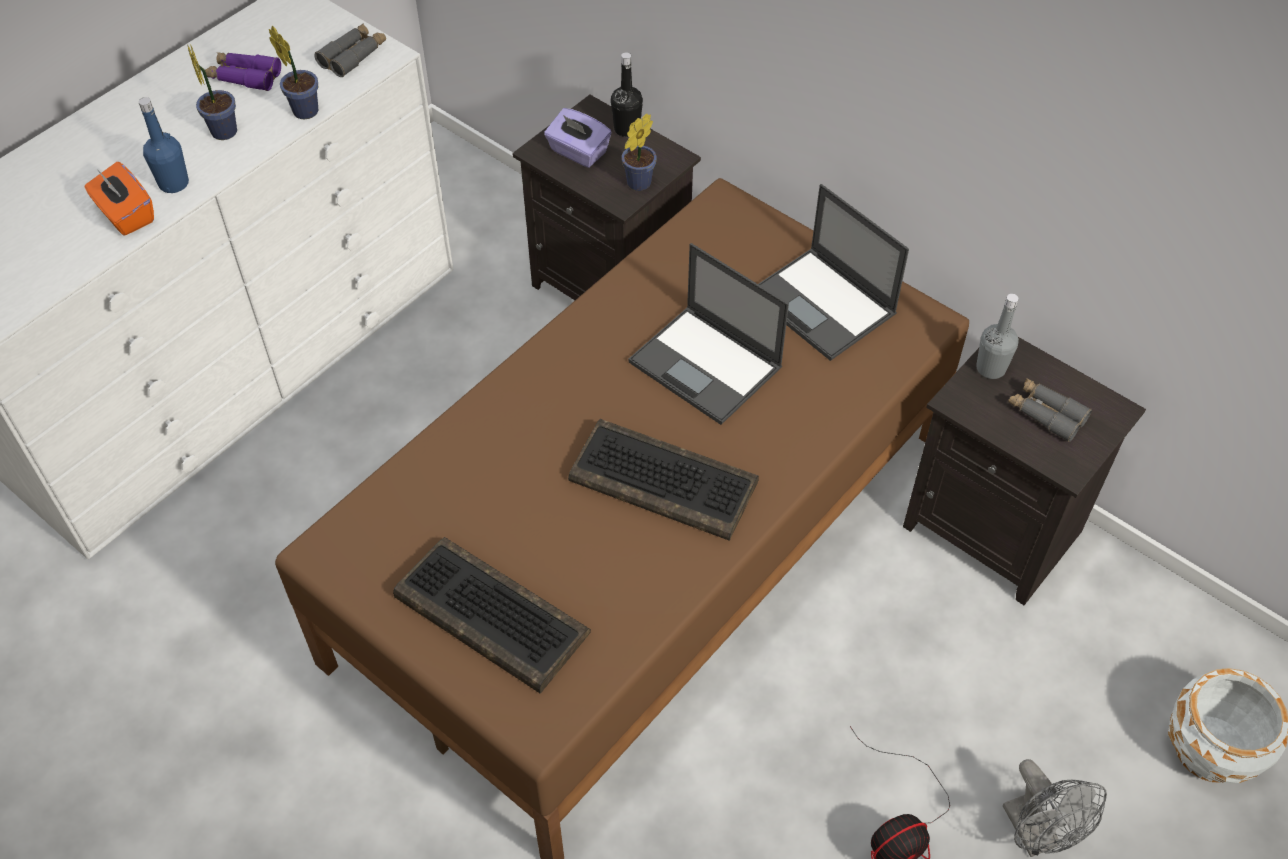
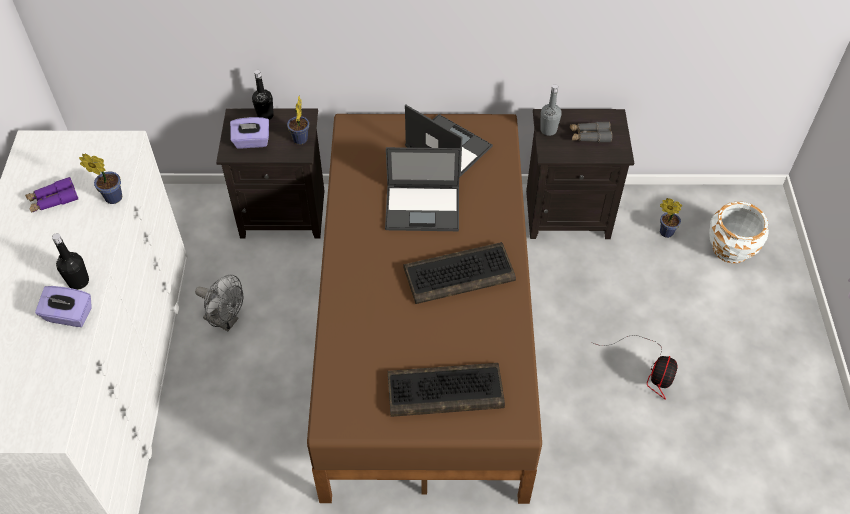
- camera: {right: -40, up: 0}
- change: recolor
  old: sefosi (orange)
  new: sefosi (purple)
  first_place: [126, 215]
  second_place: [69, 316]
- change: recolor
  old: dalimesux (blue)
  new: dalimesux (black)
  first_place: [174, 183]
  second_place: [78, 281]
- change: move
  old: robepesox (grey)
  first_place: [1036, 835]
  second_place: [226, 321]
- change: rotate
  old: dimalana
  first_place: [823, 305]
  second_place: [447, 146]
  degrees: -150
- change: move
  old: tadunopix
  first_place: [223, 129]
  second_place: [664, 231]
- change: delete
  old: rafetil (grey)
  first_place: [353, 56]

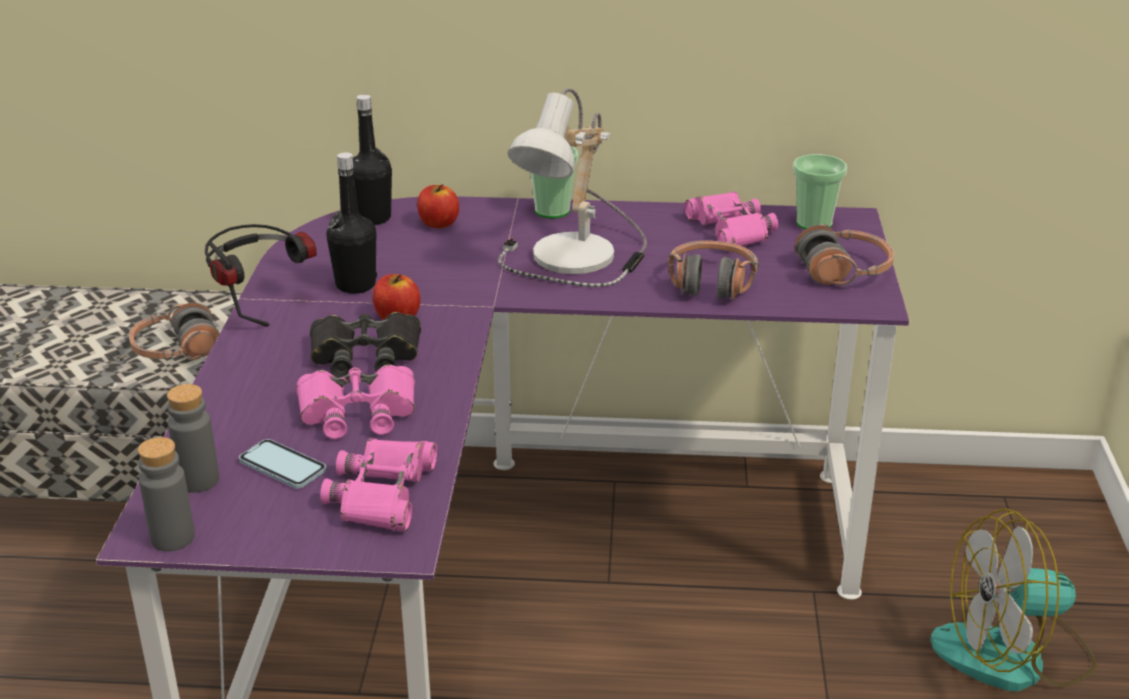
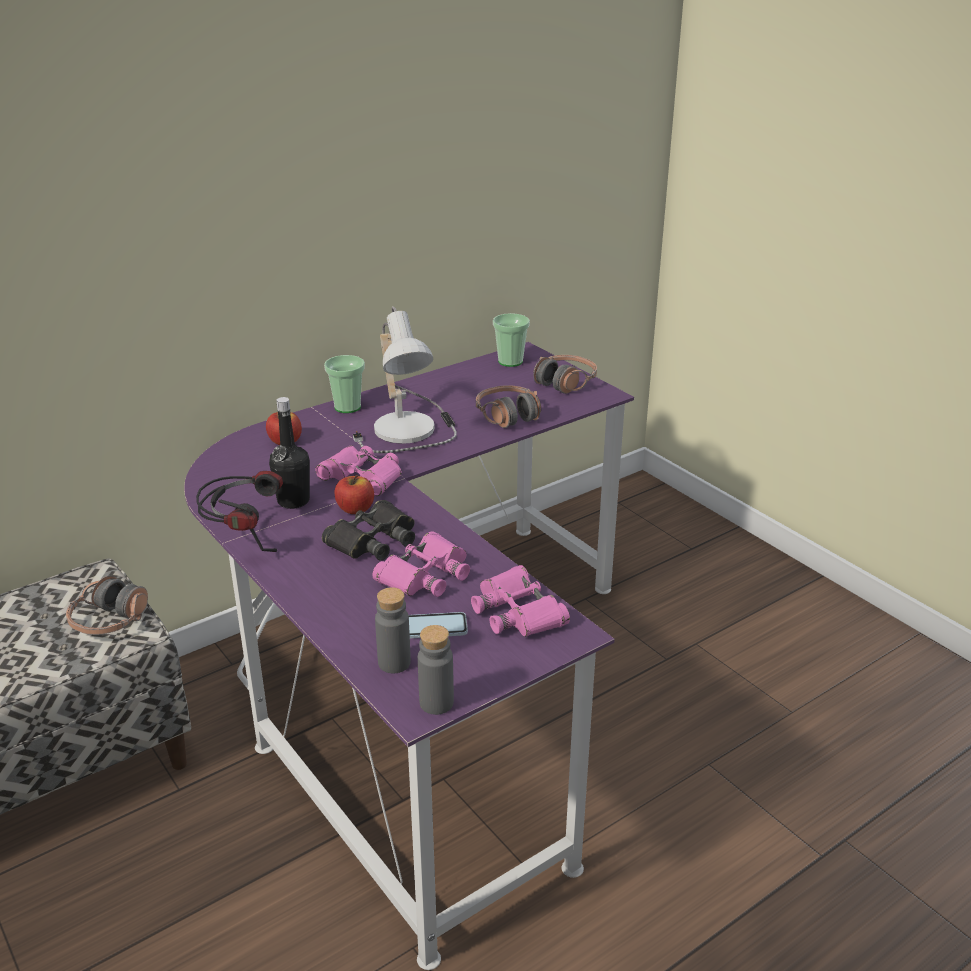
- camera: {right: -40, up: 0}
- change: move
  old: rafetil (pink)
  first_place: [730, 230]
  second_place: [362, 477]
- change: delete
  old: dalimesux (black)
  first_place: [373, 218]
- change: delete
  old: robepesox
  first_place: [1013, 655]

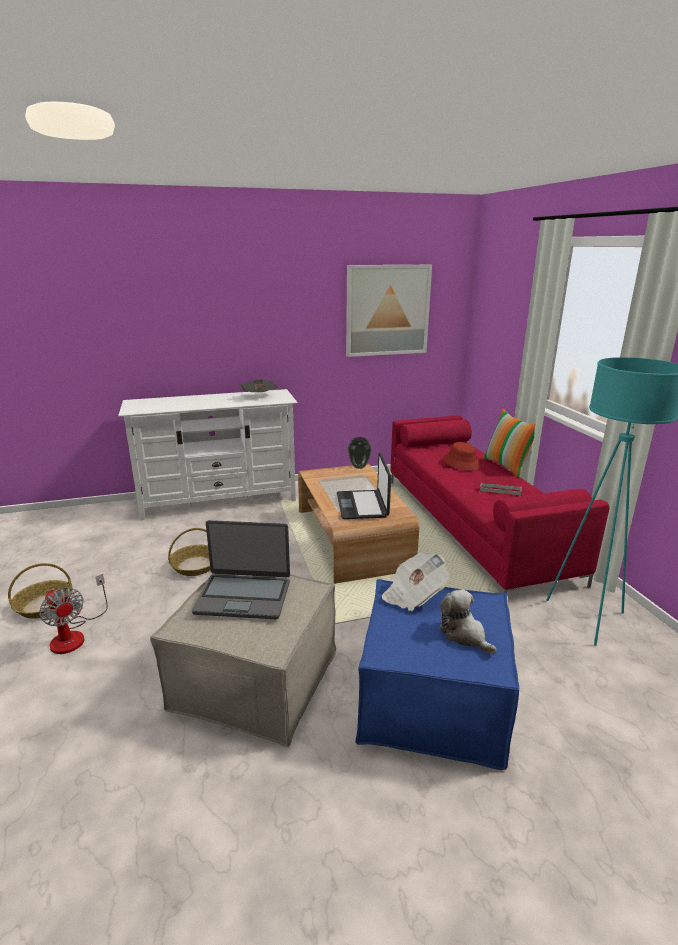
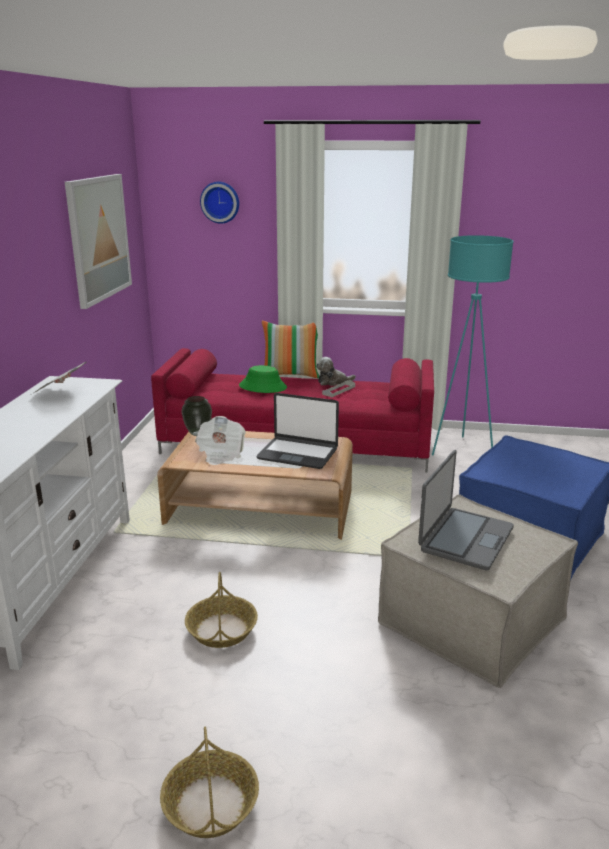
- camera: {right: -65, up: 0}
- change: move
  old: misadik
  first_place: [413, 595]
  second_place: [221, 453]
- change: insert
  new: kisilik
  second_place: [220, 202]
- change: recolor
  old: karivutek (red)
  new: karivutek (green)
  first_place: [462, 462]
  second_place: [263, 387]
- change: move
  old: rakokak
  first_place: [464, 635]
  second_place: [333, 382]
- change: delete
  old: robepesox
  first_place: [74, 635]

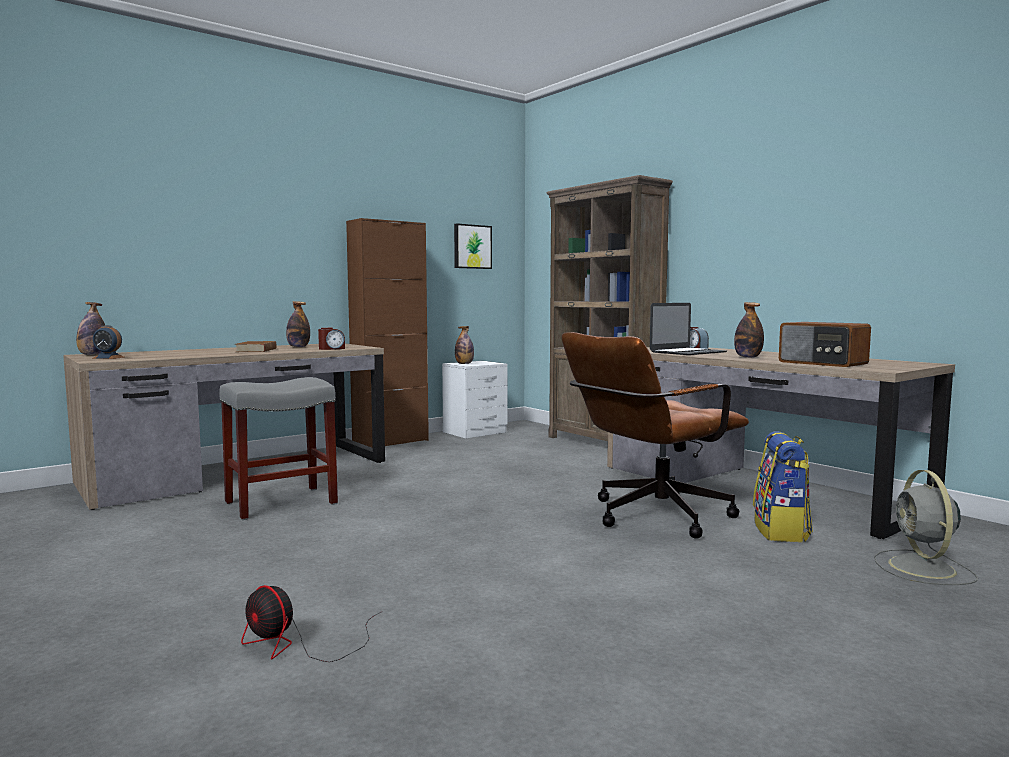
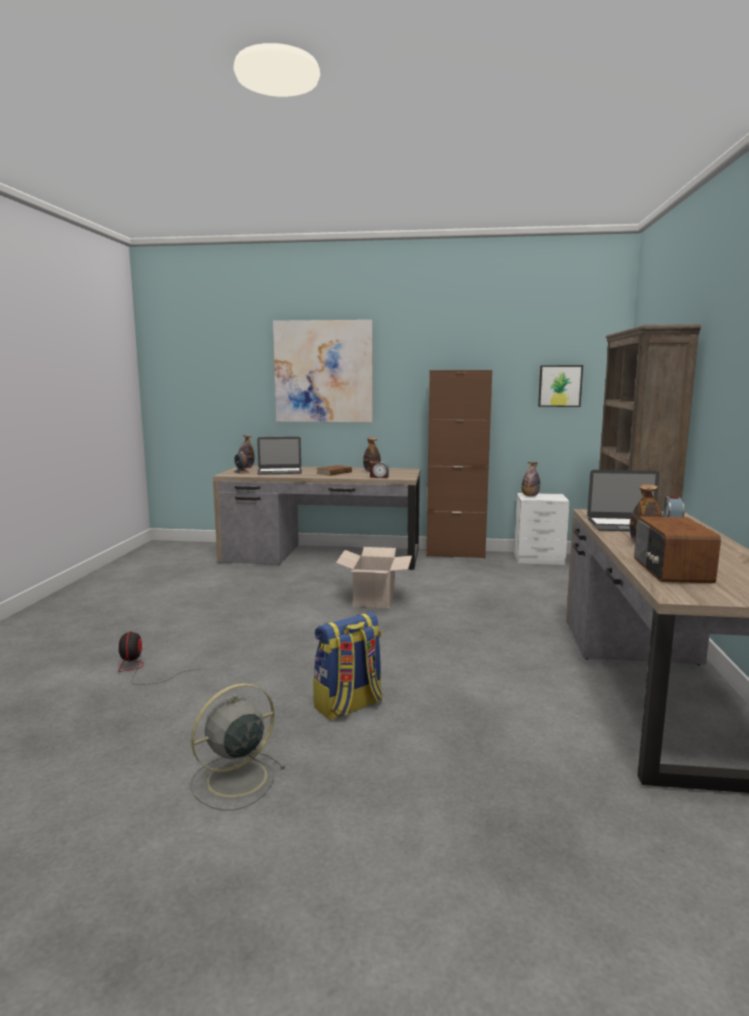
- camera: {right: 45, up: 5}
- change: move
  old: robepesox (grey)
  first_place: [923, 568]
  second_place: [234, 780]
- change: insert
  new: dimalana
  second_place: [279, 471]
- change: insert
  new: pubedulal
  second_place: [323, 372]
- change: move
  old: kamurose
  first_place: [781, 531]
  second_place: [348, 706]
- change: insert
  new: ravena
  second_place: [374, 599]
- change: delete
  old: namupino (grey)
  first_place: [280, 503]
- change: delete
  old: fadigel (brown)
  first_place: [650, 517]

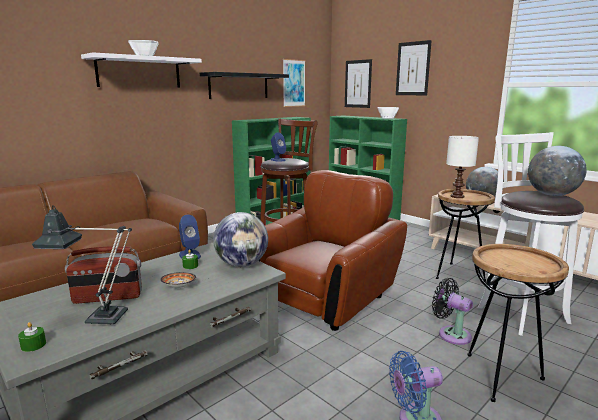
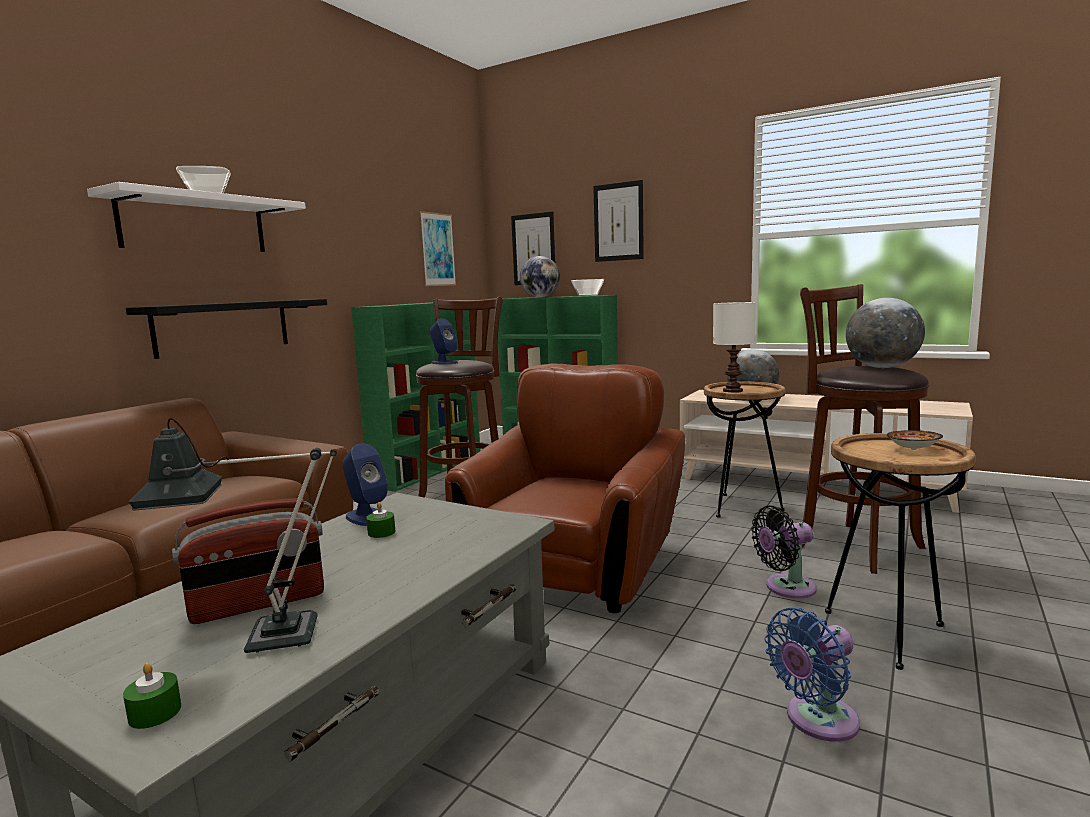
- camera: {right: -15, up: -5}
- change: move
  old: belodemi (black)
  first_place: [239, 86]
  second_place: [223, 327]
- change: move
  old: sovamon
  first_place: [242, 264]
  second_place: [540, 297]
- change: rotate
  old: robepesox (black)
  first_place: [451, 334]
  second_place: [785, 588]
  degrees: -45
- change: recolor
  old: namupino (white)
  new: namupino (brown)
  first_place: [519, 313]
  second_place: [853, 545]
- change: move
  old: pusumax
  first_place: [179, 287]
  second_place: [915, 449]

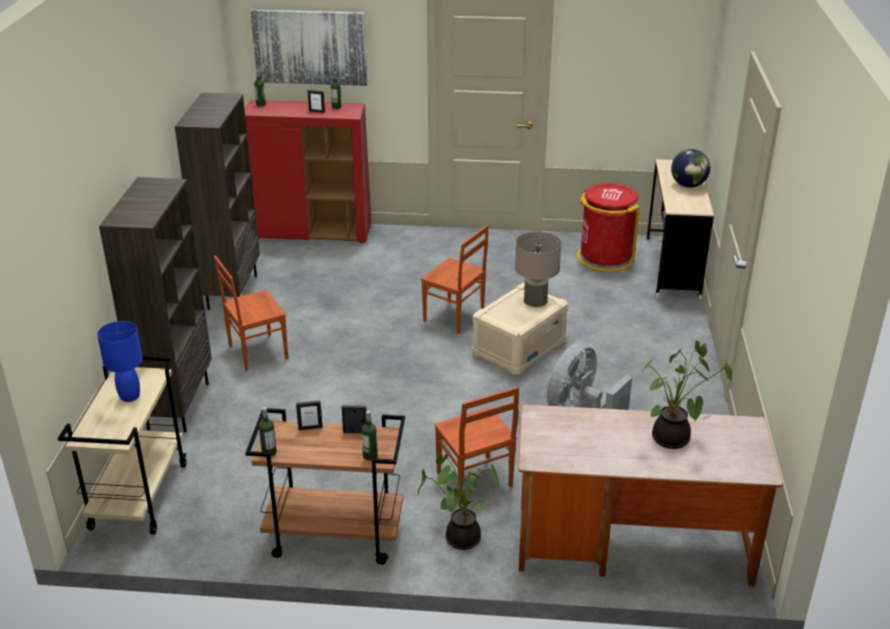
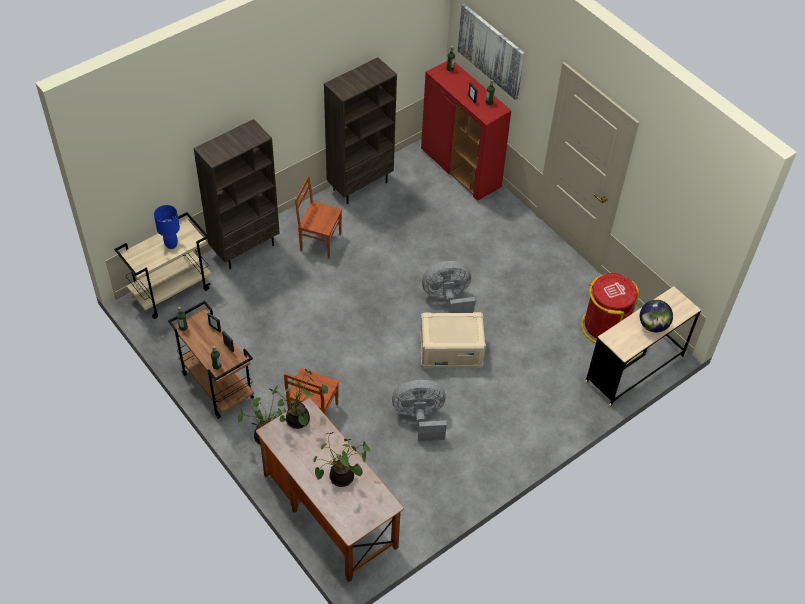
- camera: {right: 45, up: 20}
- change: insert
  new: tadunopix
  second_place: [299, 421]
- change: replace
  old: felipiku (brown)
  new: robepesox (grey)
  first_place: [454, 317]
  second_place: [448, 300]
- change: delete
  old: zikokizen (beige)
  first_place: [535, 300]

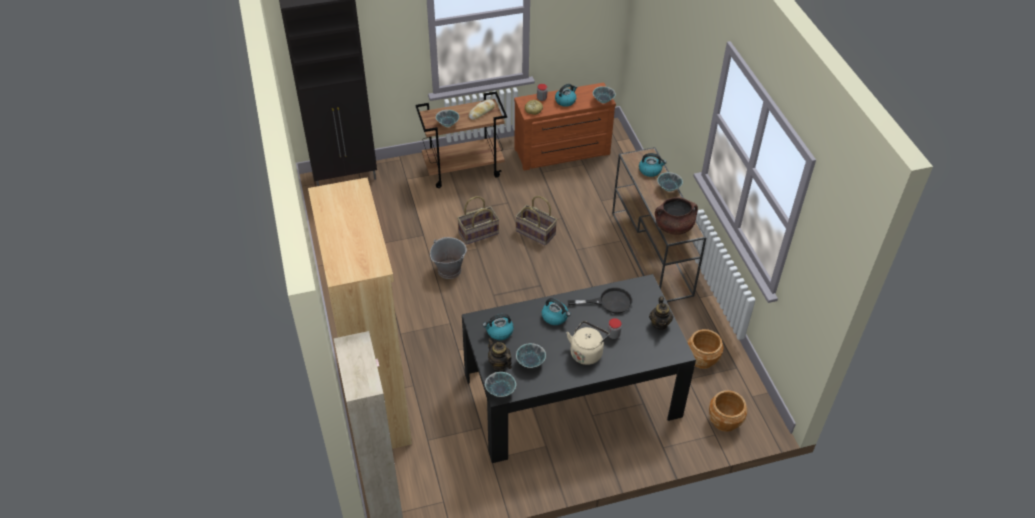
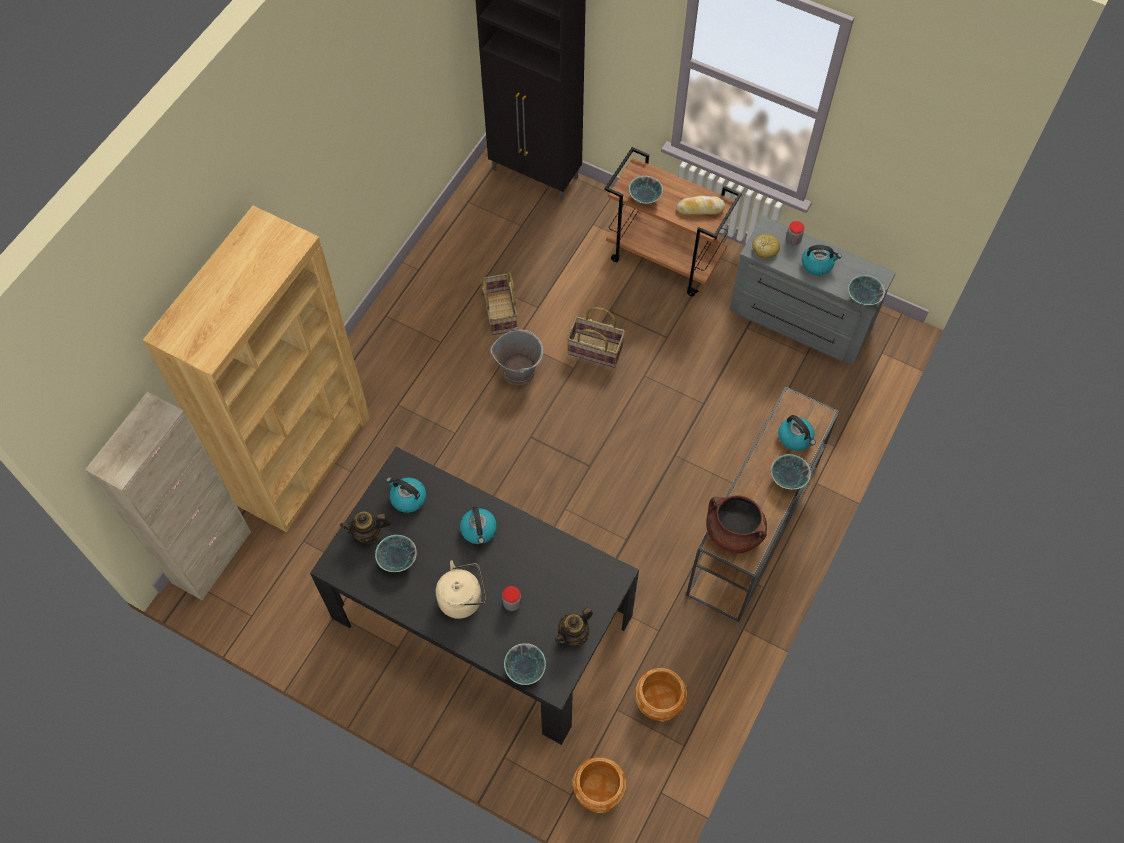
- camera: {right: 45, up: 15}
- change: rotate
  old: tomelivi
  first_place: [499, 363]
  second_place: [368, 533]
  degrees: -105
- change: move
  old: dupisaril
  first_place: [536, 232]
  second_place: [500, 312]
- change: move
  old: pusumax
  first_place: [500, 391]
  second_place: [525, 669]
- change: recolor
  old: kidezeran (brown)
  new: kidezeran (grey)
  first_place: [563, 153]
  second_place: [799, 320]
- change: delete
  old: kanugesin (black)
  first_place: [609, 302]

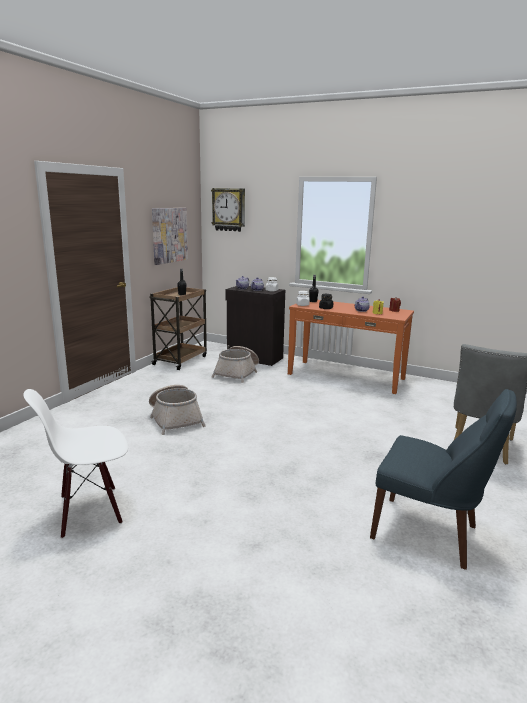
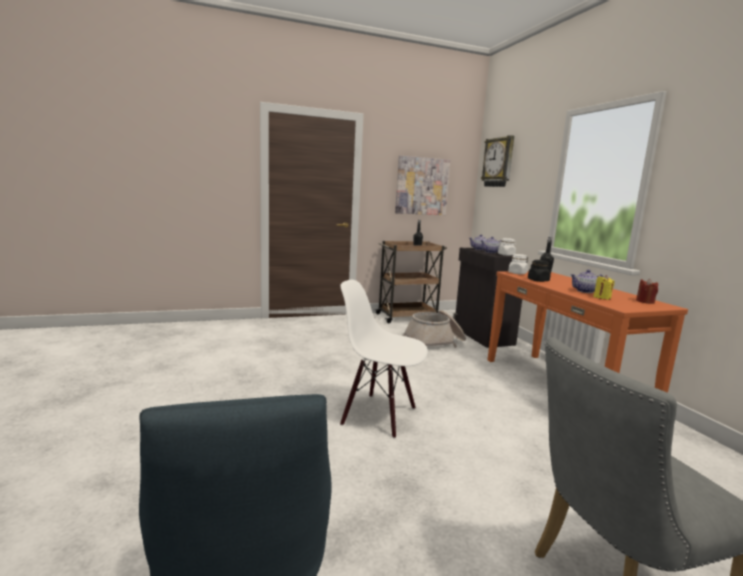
- camera: {right: 45, up: -5}
- change: move
  old: felipiku (white)
  first_place: [89, 510]
  second_place: [379, 415]
- change: delete
  old: dupisaril
  first_place: [175, 419]

